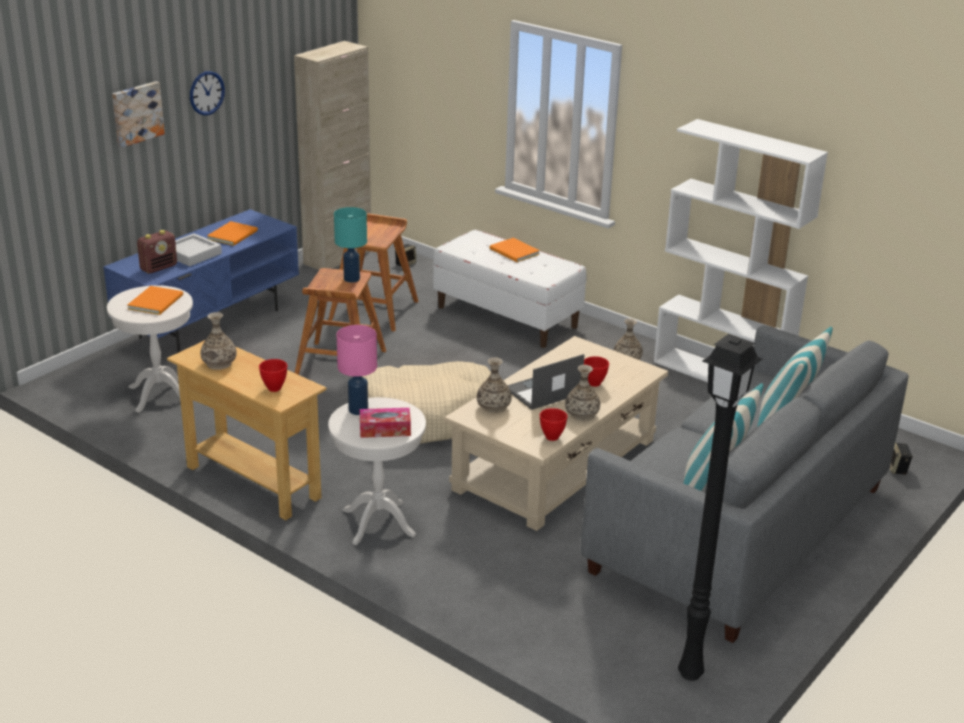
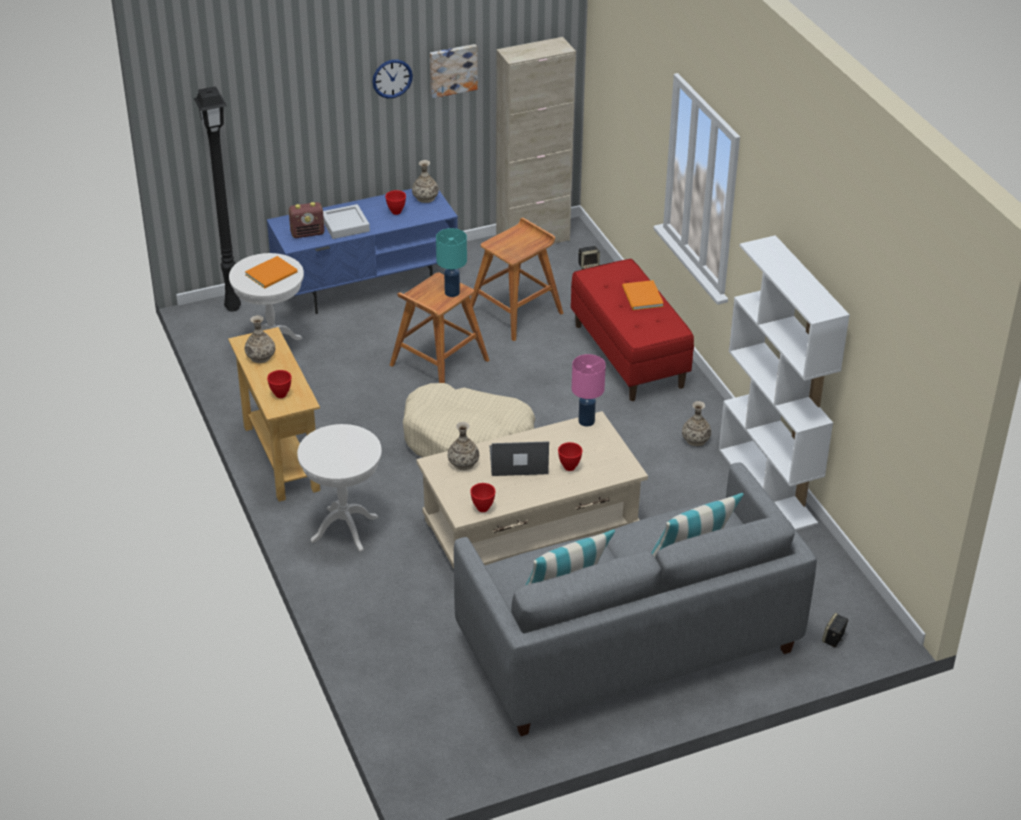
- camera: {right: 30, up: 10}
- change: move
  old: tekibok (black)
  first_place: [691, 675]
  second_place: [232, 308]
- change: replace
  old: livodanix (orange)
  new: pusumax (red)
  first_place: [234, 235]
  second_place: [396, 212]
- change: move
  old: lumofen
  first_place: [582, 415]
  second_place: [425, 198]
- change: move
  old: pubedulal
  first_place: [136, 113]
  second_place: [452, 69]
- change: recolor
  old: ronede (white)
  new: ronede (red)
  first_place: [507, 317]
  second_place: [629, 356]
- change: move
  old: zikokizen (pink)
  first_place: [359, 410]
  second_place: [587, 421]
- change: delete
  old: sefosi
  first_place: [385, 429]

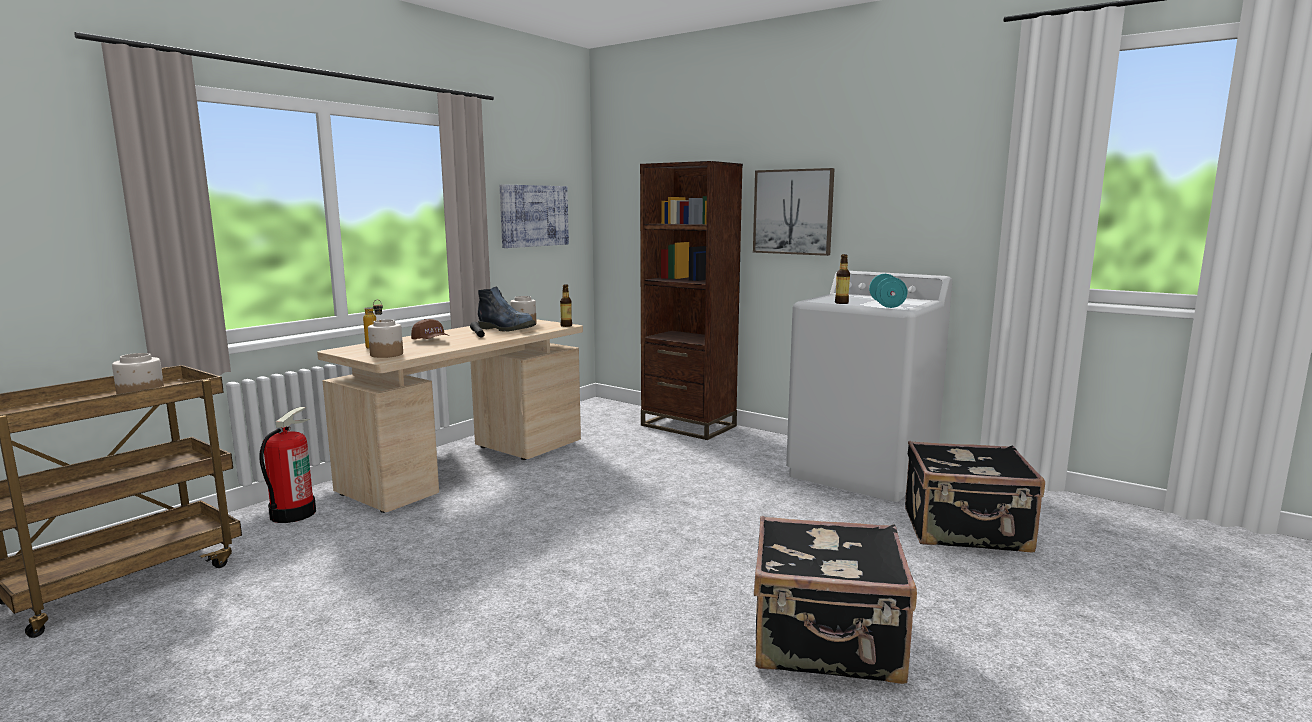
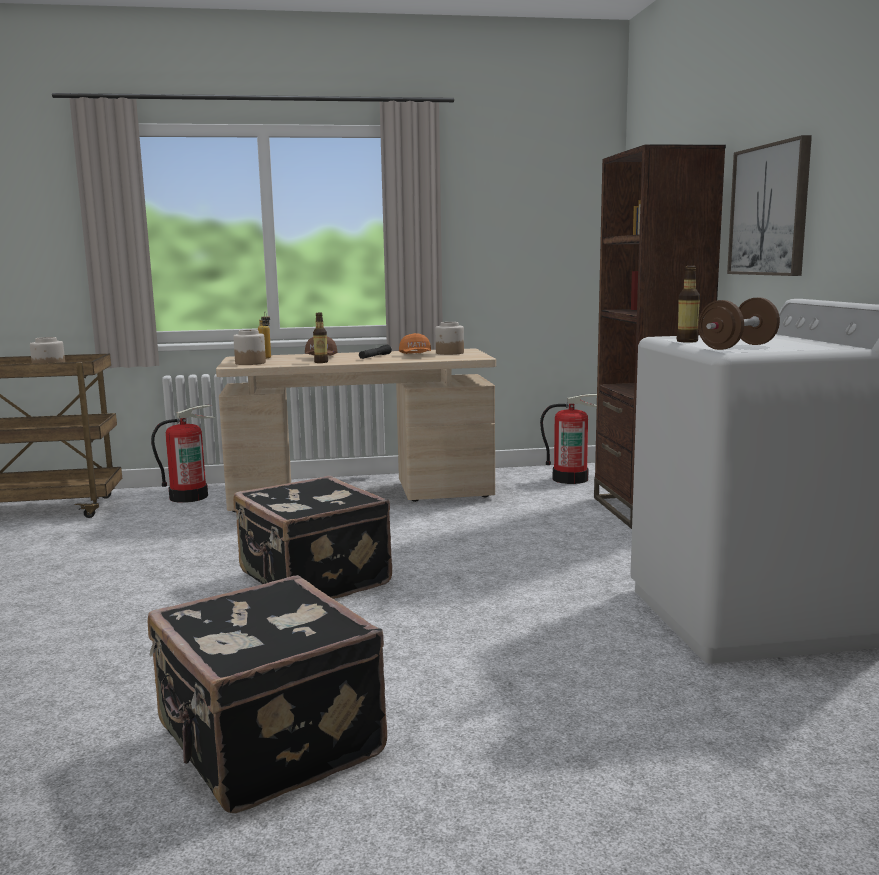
- camera: {right: 45, up: 0}
- change: move
  old: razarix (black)
  first_place: [966, 531]
  second_place: [312, 580]
- change: move
  old: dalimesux
  first_place: [566, 326]
  second_place: [321, 362]
- change: replace
  old: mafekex
  new: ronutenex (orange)
  first_place: [507, 329]
  second_place: [416, 355]
- change: insert
  new: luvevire
  second_place: [570, 479]
- change: recolor
  old: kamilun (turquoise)
  new: kamilun (brown)
  first_place: [886, 305]
  second_place: [737, 347]
- change: delete
  old: pubedulal
  first_place: [534, 216]

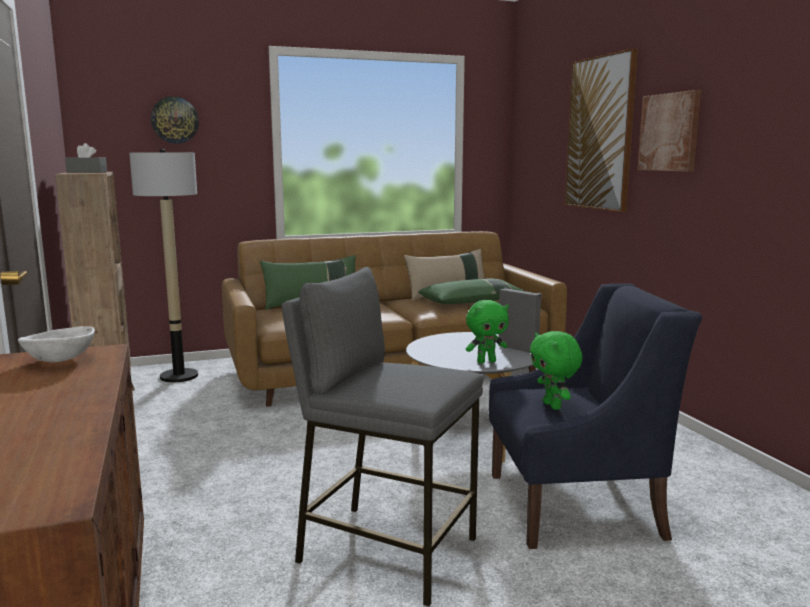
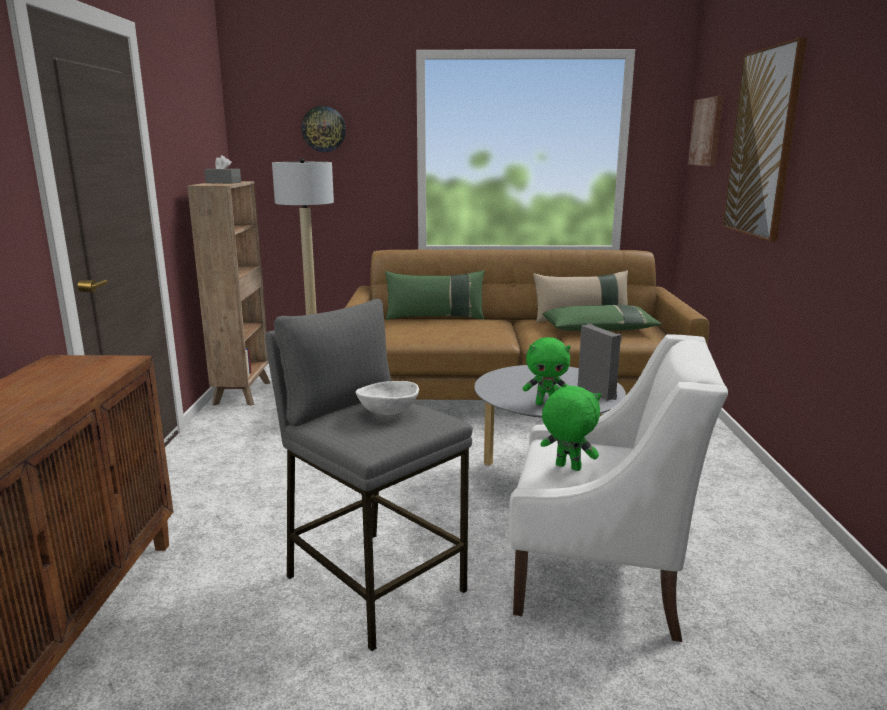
- camera: {right: 20, up: 5}
- change: move
  old: pusumax (white)
  first_place: [60, 361]
  second_place: [388, 413]
- change: recolor
  old: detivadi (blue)
  new: detivadi (white)
  first_place: [576, 505]
  second_place: [600, 576]
- change: rotate
  old: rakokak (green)
  first_place: [553, 406]
  second_place: [567, 467]
  degrees: 120
- change: move
  old: pubedulal
  first_place: [669, 132]
  second_place: [707, 132]

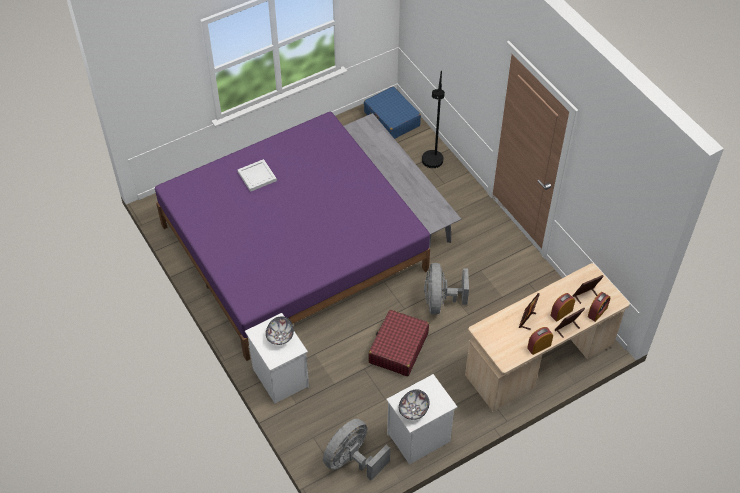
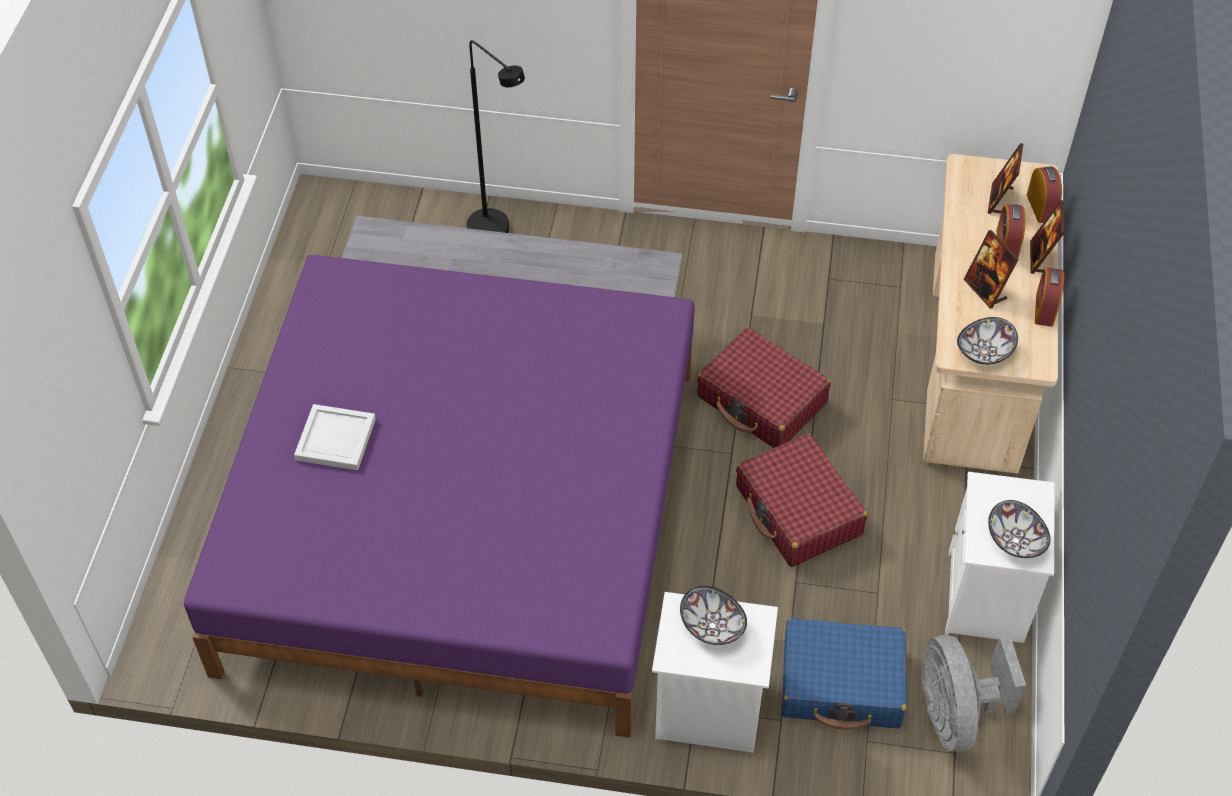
- camera: {right: -50, up: 0}
- change: replace
  old: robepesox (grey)
  new: razarix (red)
  first_place: [440, 301]
  second_place: [762, 401]
- change: move
  old: razarix (blue)
  first_place: [392, 119]
  second_place: [842, 683]
- change: insert
  new: pusumax
  second_place: [984, 352]

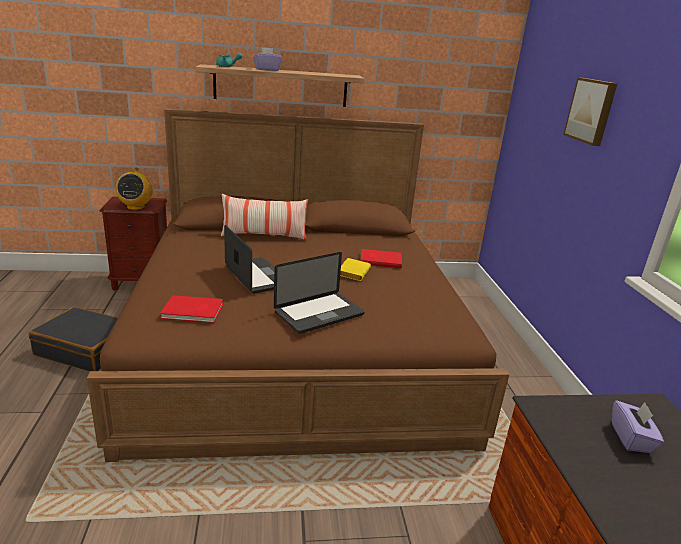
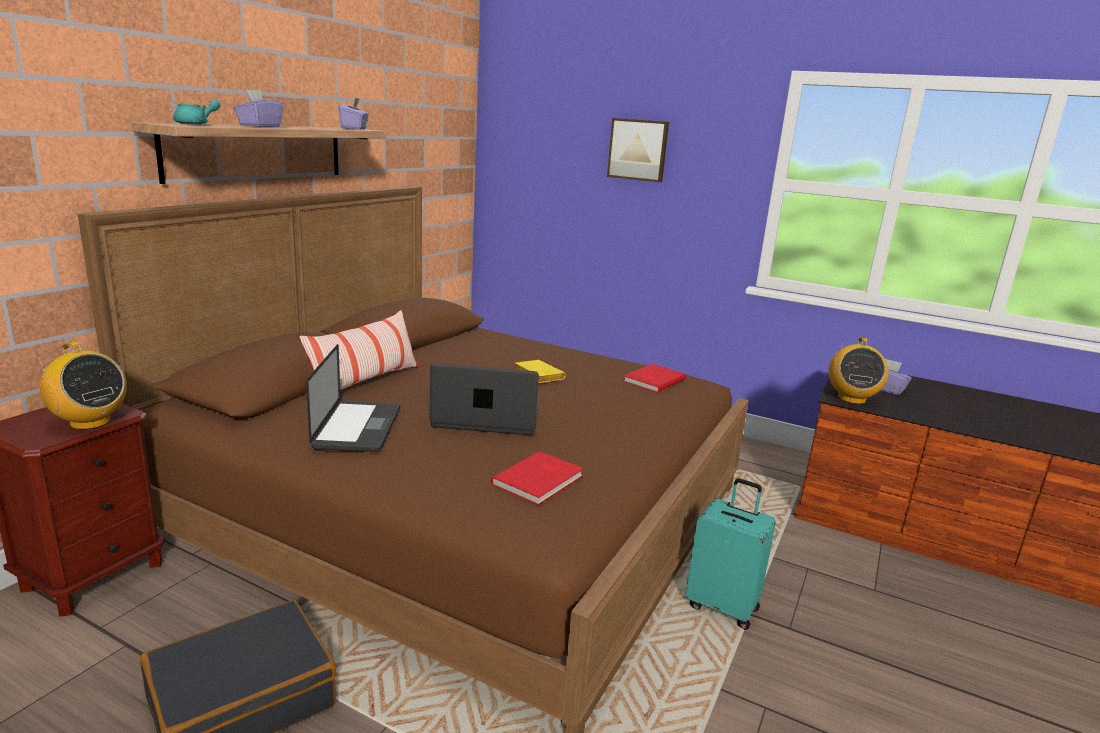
- camera: {right: -55, up: -5}
- change: move
  old: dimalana
  first_place: [319, 314]
  second_place: [357, 428]
- change: insert
  new: sefosi (purple)
  second_place: [354, 128]
- change: move
  old: livodanix (red)
  first_place: [380, 259]
  second_place: [652, 380]
- change: insert
  new: razarix (turquoise)
  second_place: [723, 606]
- change: insert
  new: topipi
  second_place: [851, 399]

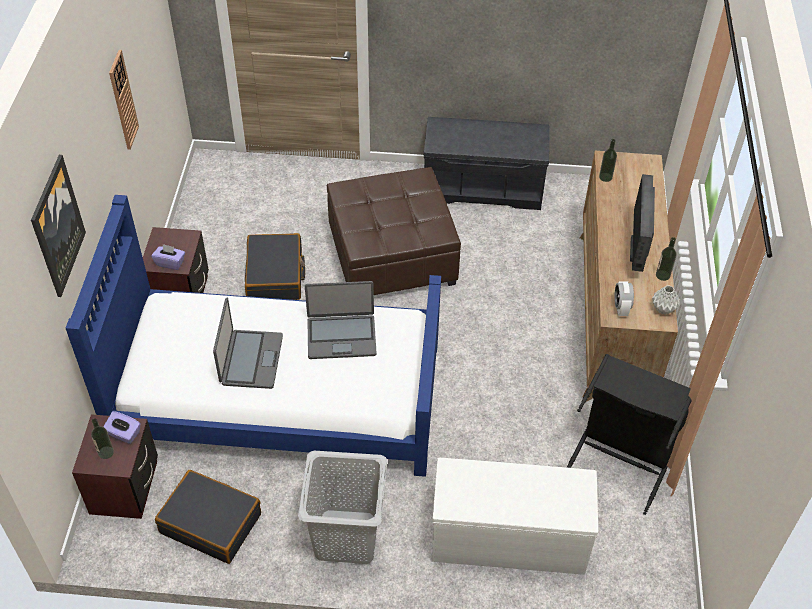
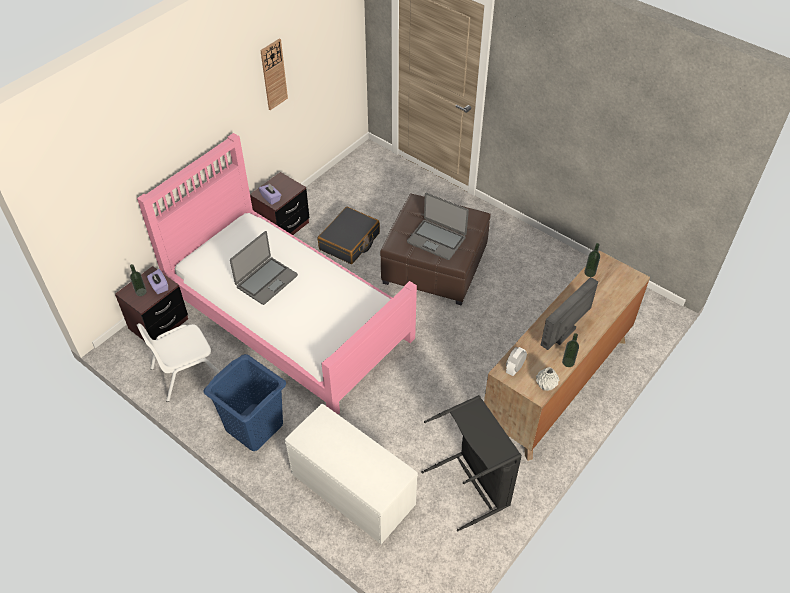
- camera: {right: 35, up: 0}
- change: recolor
  old: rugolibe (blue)
  new: rugolibe (pink)
  first_place: [278, 395]
  second_place: [288, 317]
- change: replace
  old: razarix (black)
  new: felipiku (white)
  first_place: [211, 523]
  second_place: [186, 372]
- change: recolor
  old: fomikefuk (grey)
  new: fomikefuk (blue)
  first_place: [347, 537]
  second_place: [254, 427]
- change: move
  old: dimalana
  first_place: [341, 336]
  second_place: [436, 239]
- change: delete
  old: pubedulal
  first_place: [56, 226]
- change: delete
  old: ronede (grey)
  first_place: [484, 186]

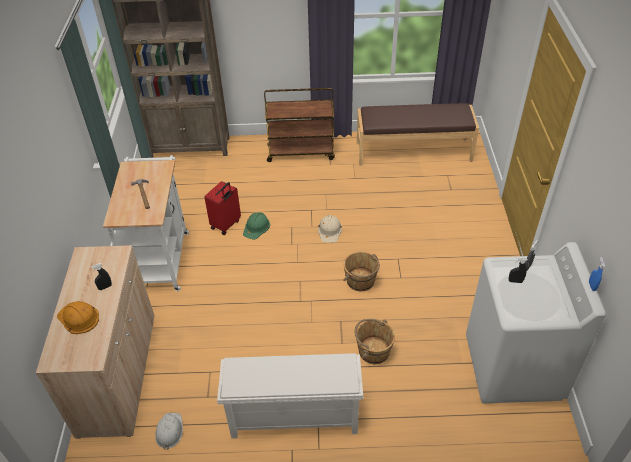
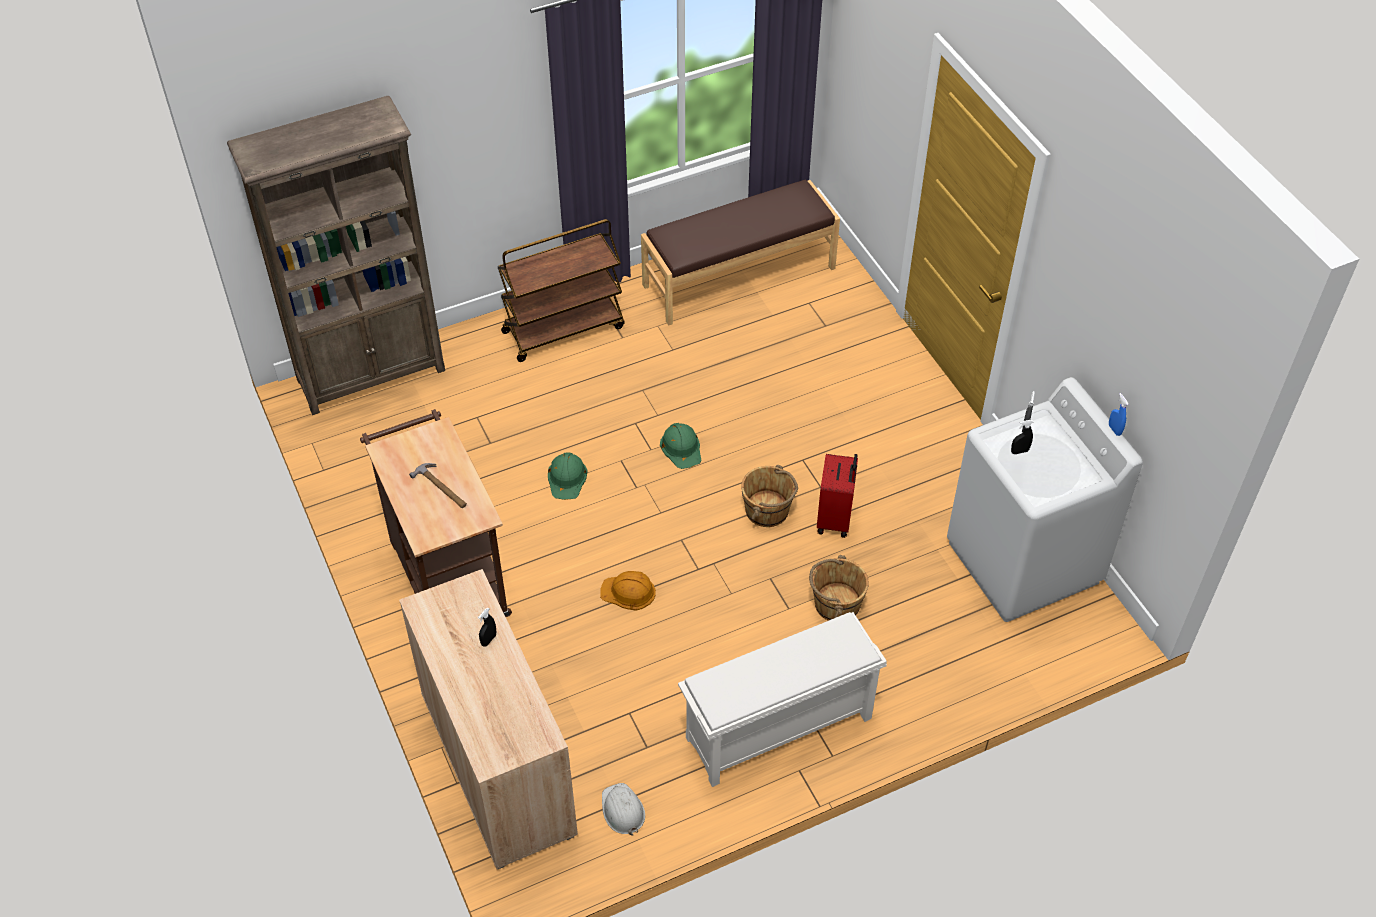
- camera: {right: -25, up: 5}
- change: recolor
  old: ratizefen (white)
  new: ratizefen (brown)
  first_place: [160, 257]
  second_place: [446, 574]
- change: move
  old: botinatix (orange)
  first_place: [78, 318]
  second_place: [628, 592]
- change: recolor
  old: botinatix (beige)
  new: botinatix (green)
  first_place: [330, 230]
  second_place: [681, 447]
- change: move
  old: razarix (red)
  first_place: [226, 225]
  second_place: [835, 519]

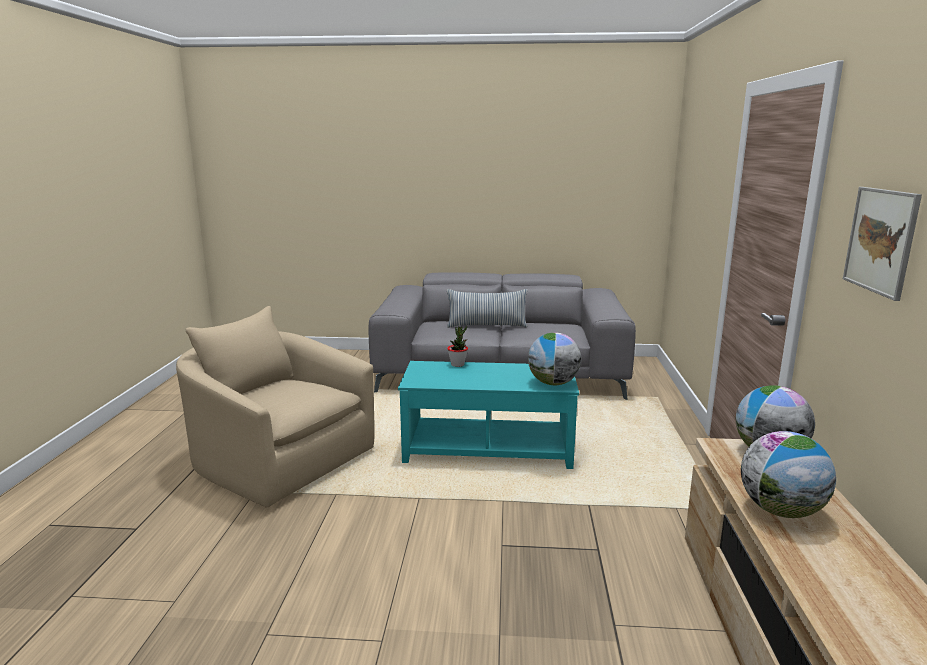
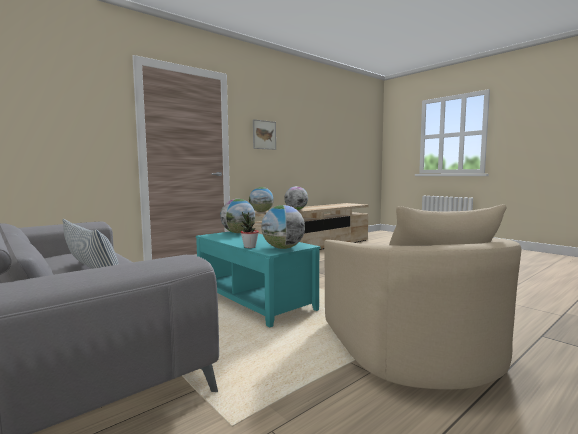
- camera: {right: -135, up: -10}
- change: insert
  new: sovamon
  second_place: [283, 248]

